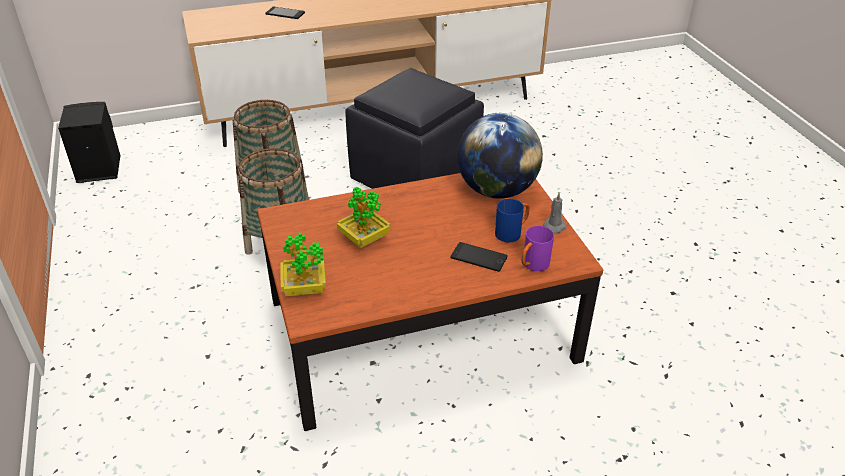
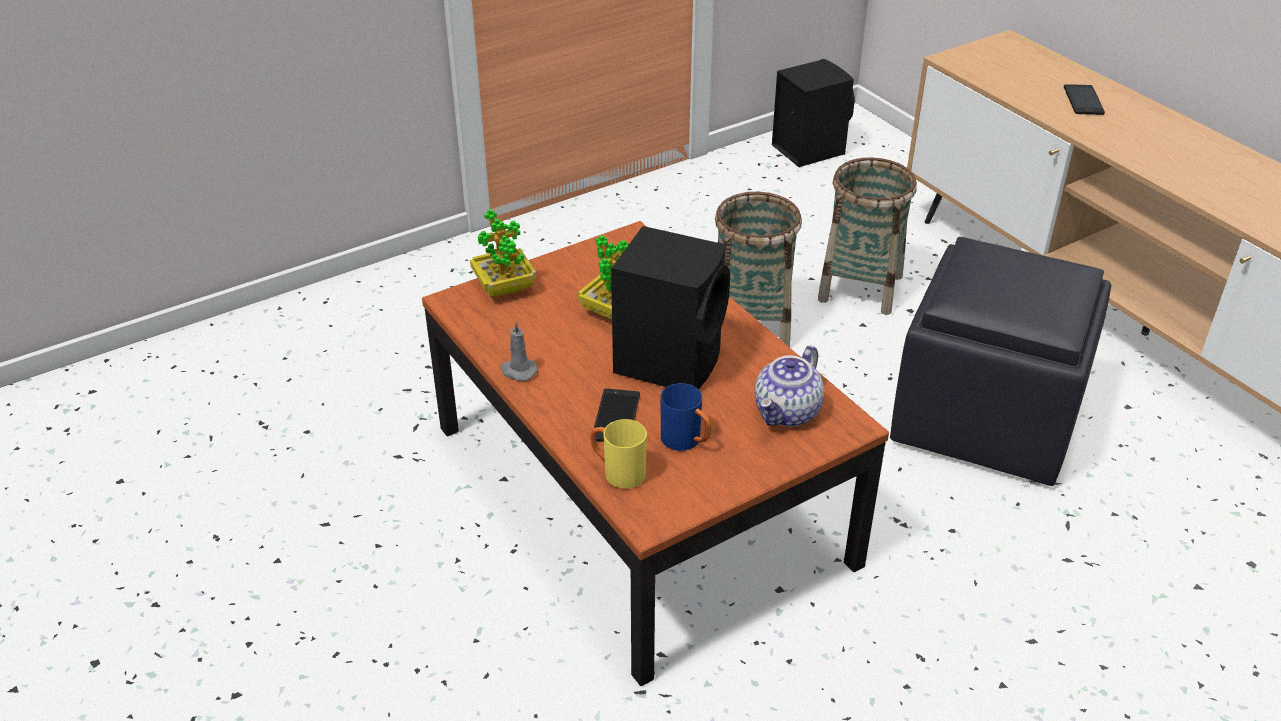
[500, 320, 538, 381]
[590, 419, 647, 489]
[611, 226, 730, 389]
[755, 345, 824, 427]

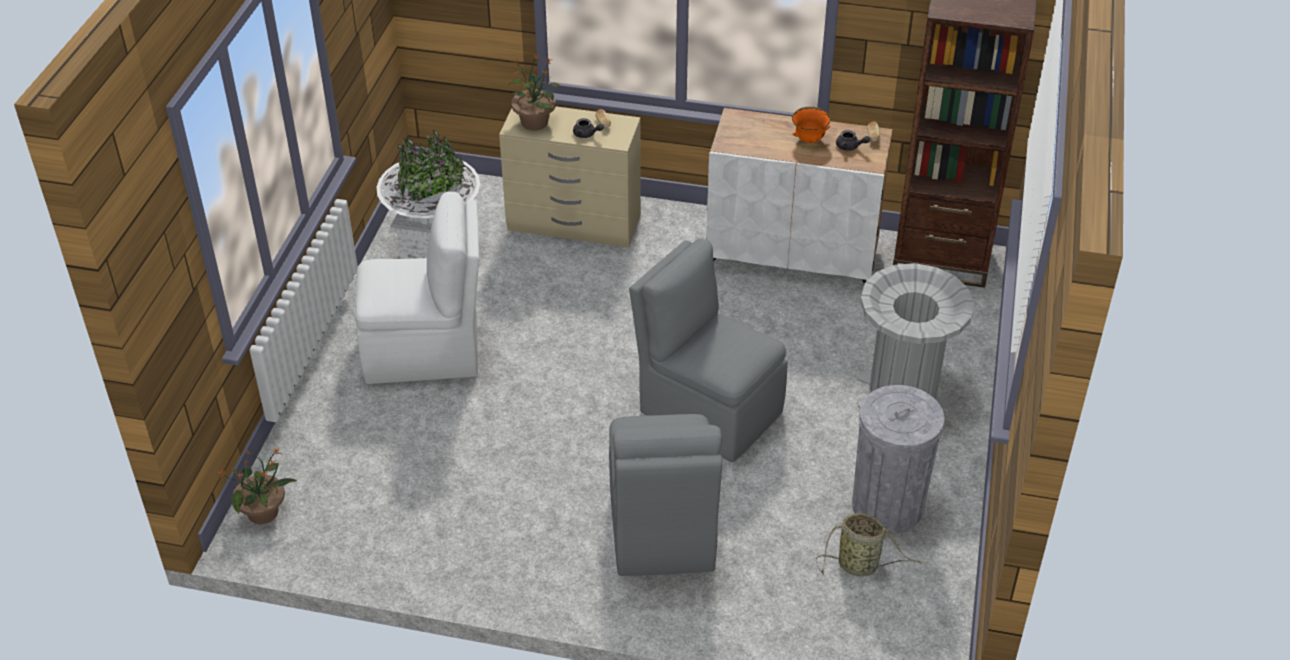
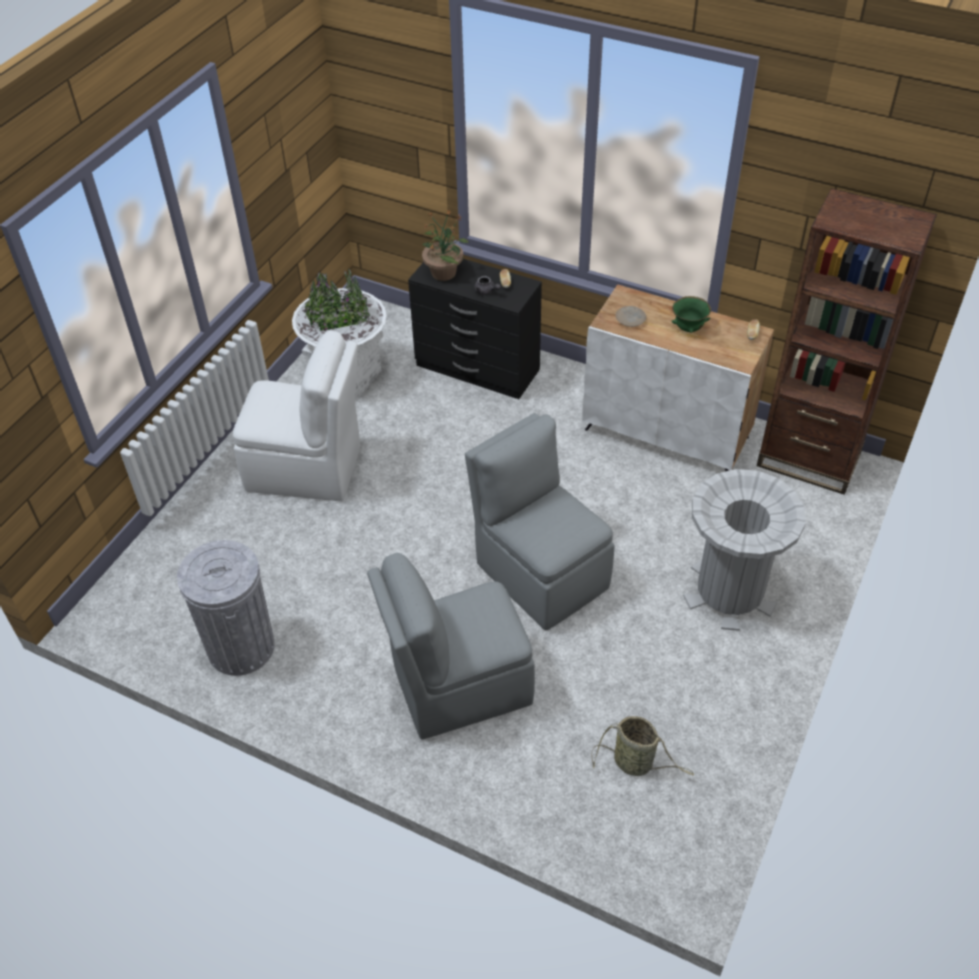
[177, 540, 275, 676]
[367, 553, 535, 739]
[408, 259, 542, 399]
[615, 306, 646, 327]
[672, 296, 711, 333]
[219, 447, 296, 524] (first image)
[836, 130, 870, 151] (first image)

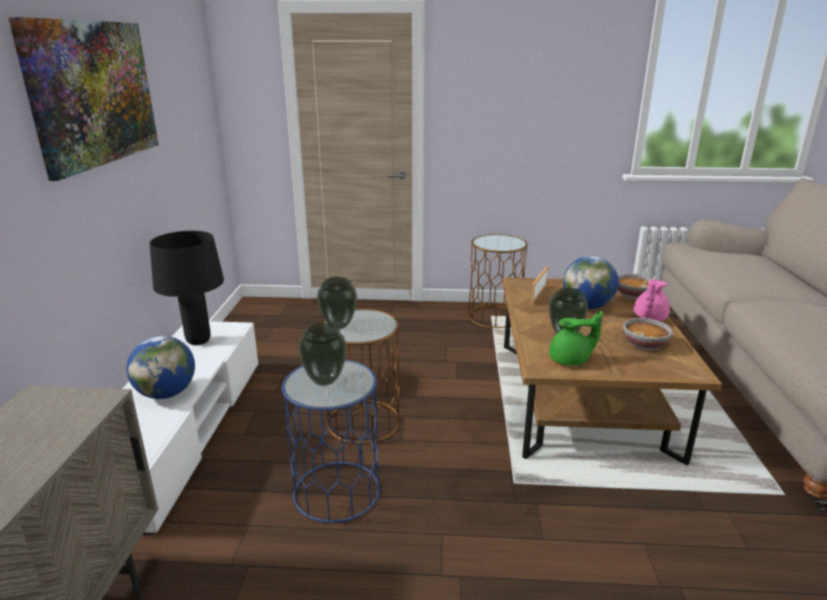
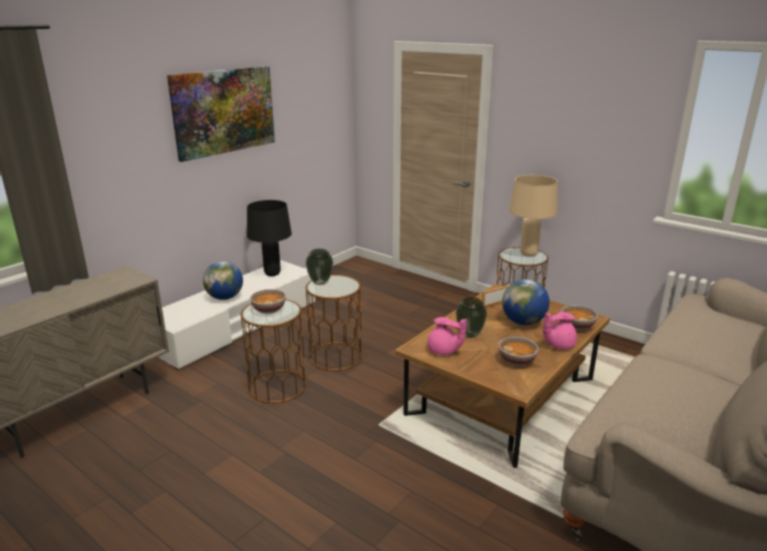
[240, 299, 306, 403]
[250, 289, 286, 314]
[427, 317, 467, 355]
[509, 175, 558, 257]

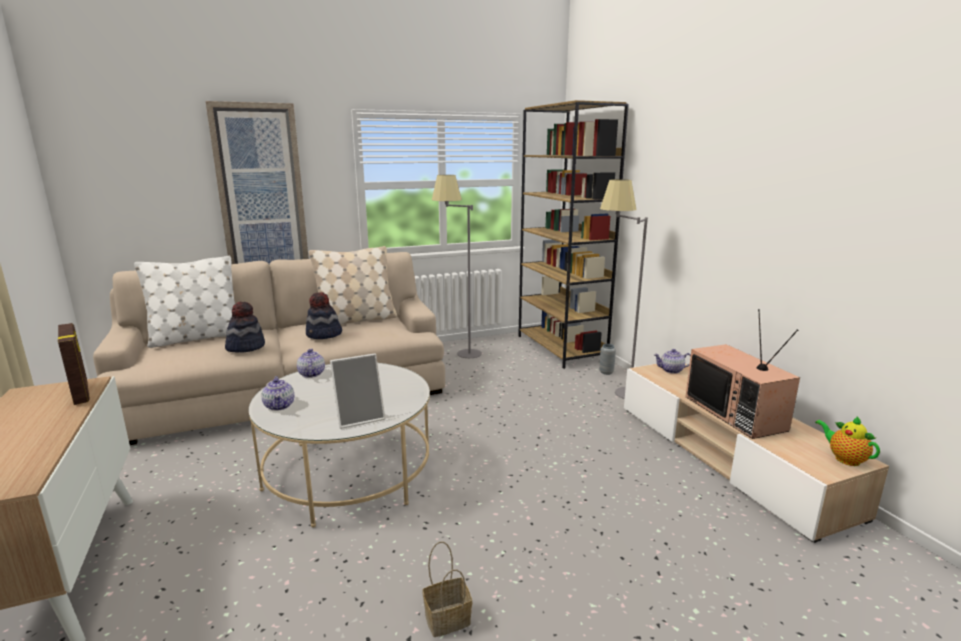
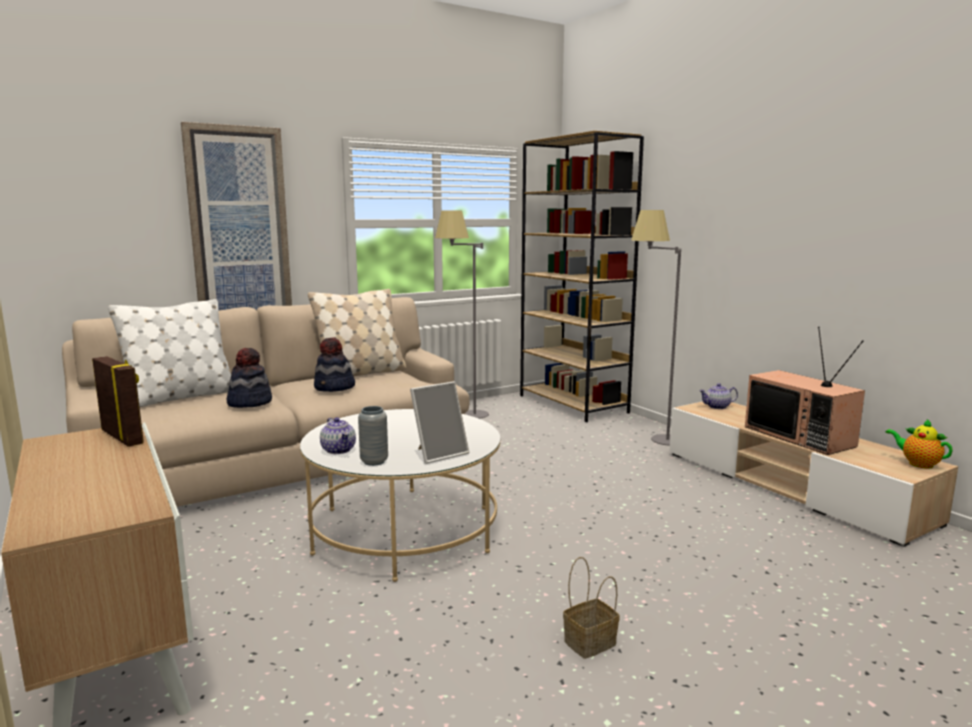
[358, 406, 388, 466]
[297, 349, 325, 378] (first image)

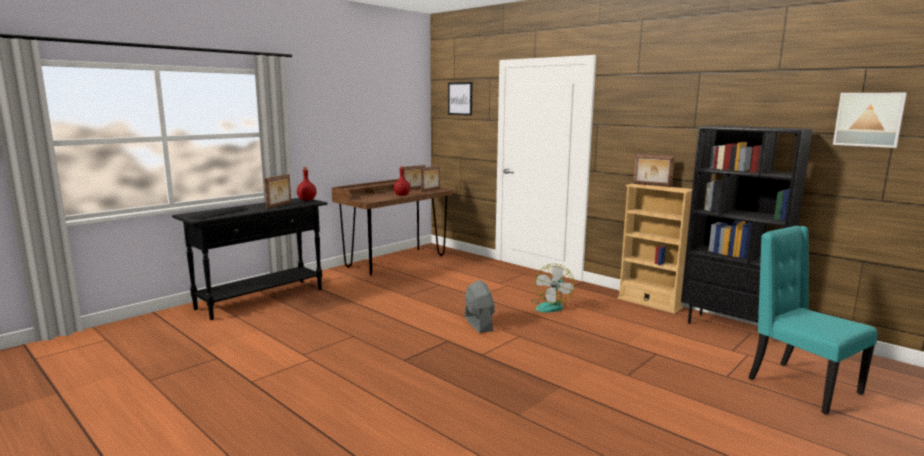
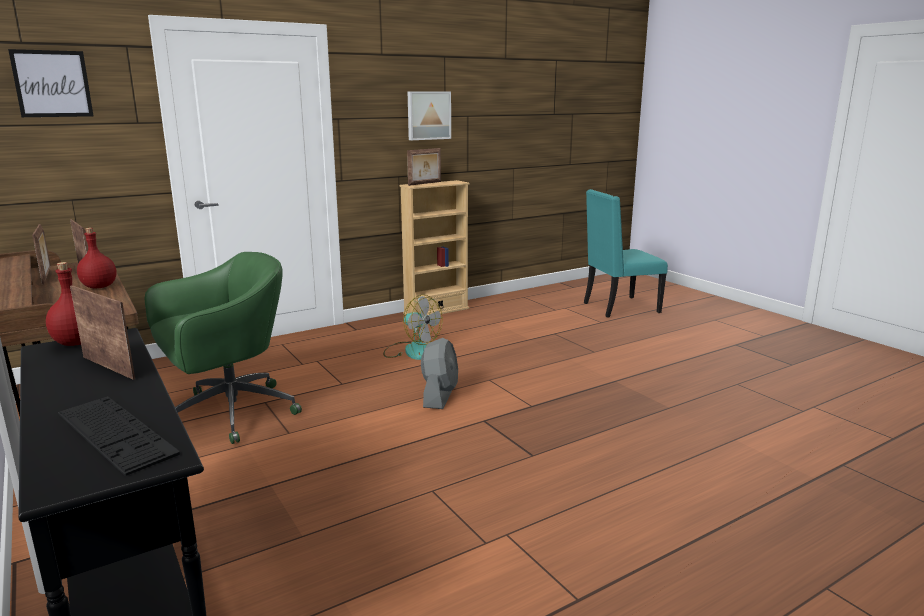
[144, 252, 302, 444]
[408, 92, 451, 140]
[421, 338, 458, 409]
[681, 125, 813, 324] (first image)

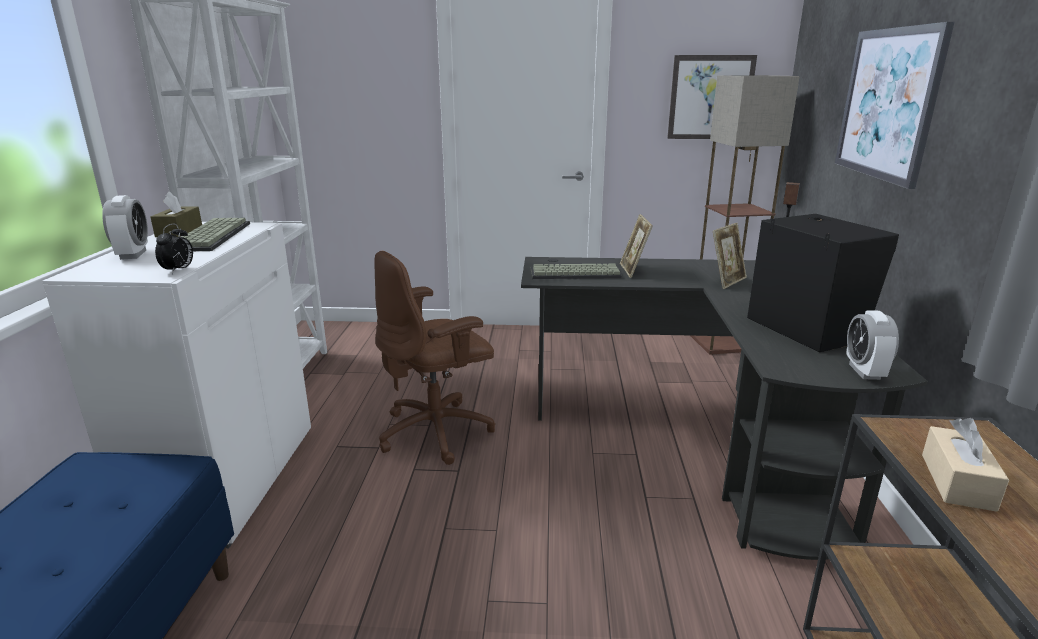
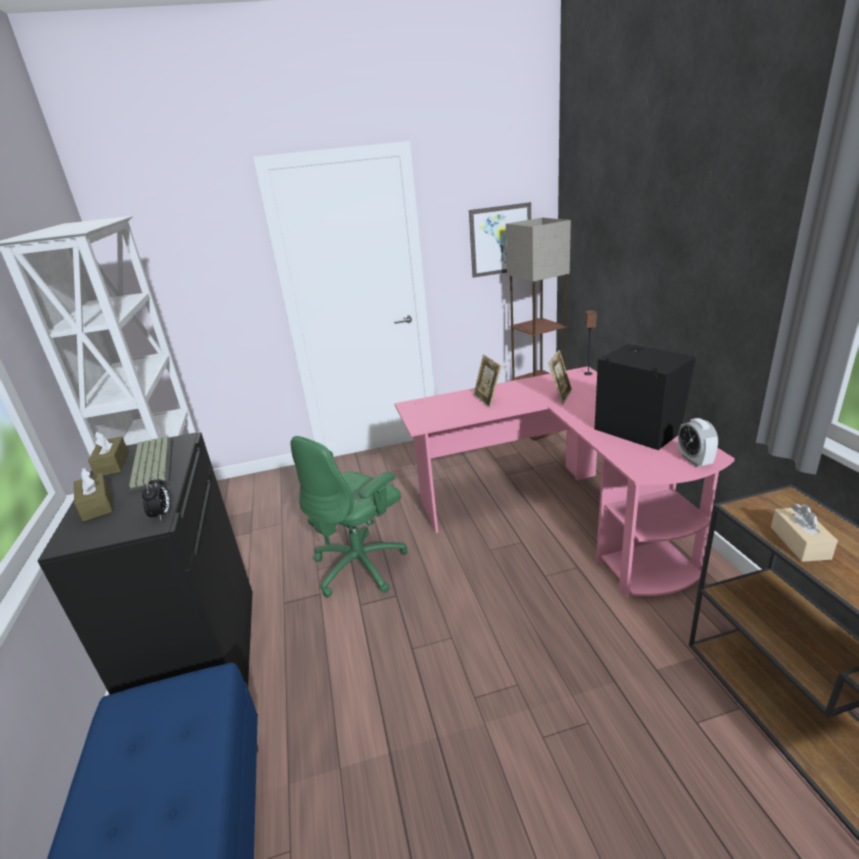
[38, 432, 253, 695]
[74, 468, 113, 522]
[291, 436, 408, 598]
[394, 366, 735, 597]
[531, 264, 622, 279] (first image)
[835, 22, 955, 189] (first image)

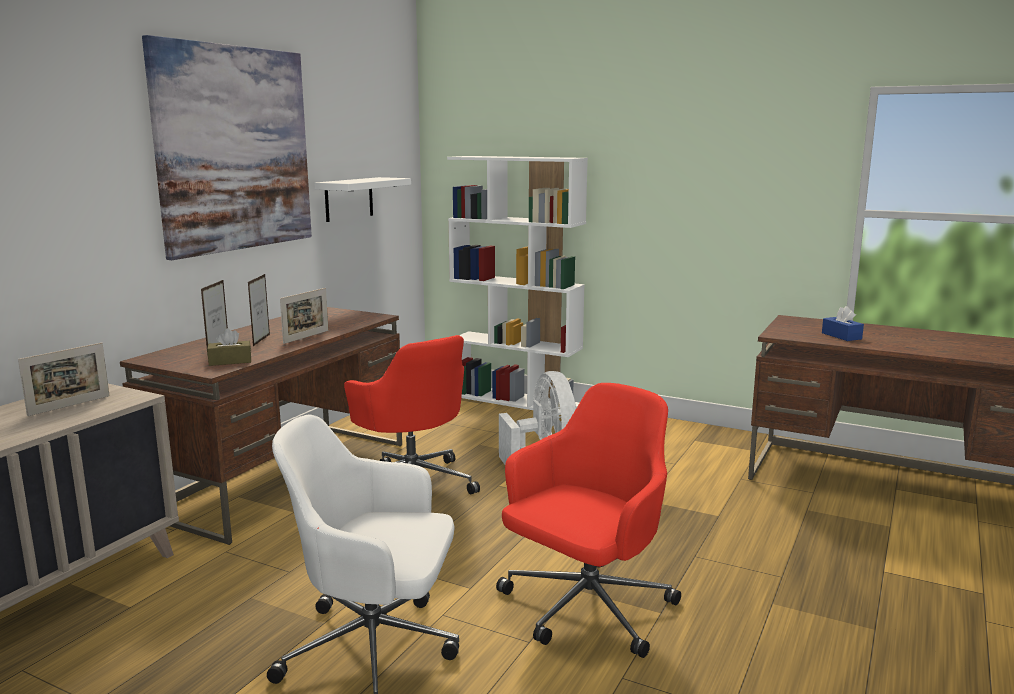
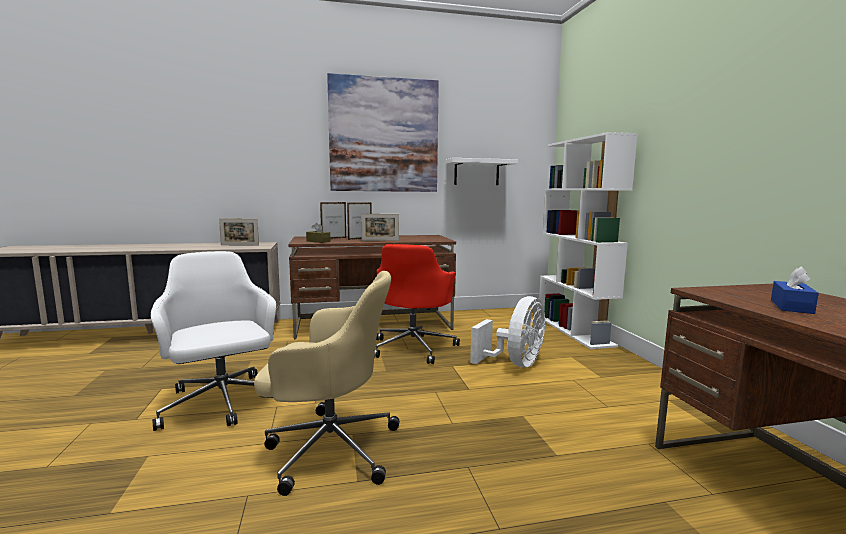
[254, 271, 399, 496]

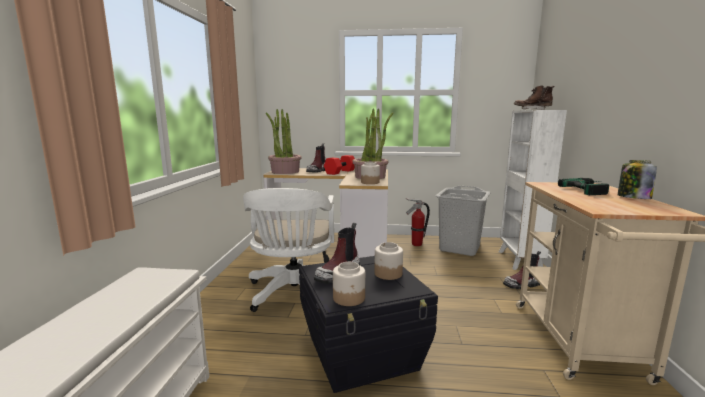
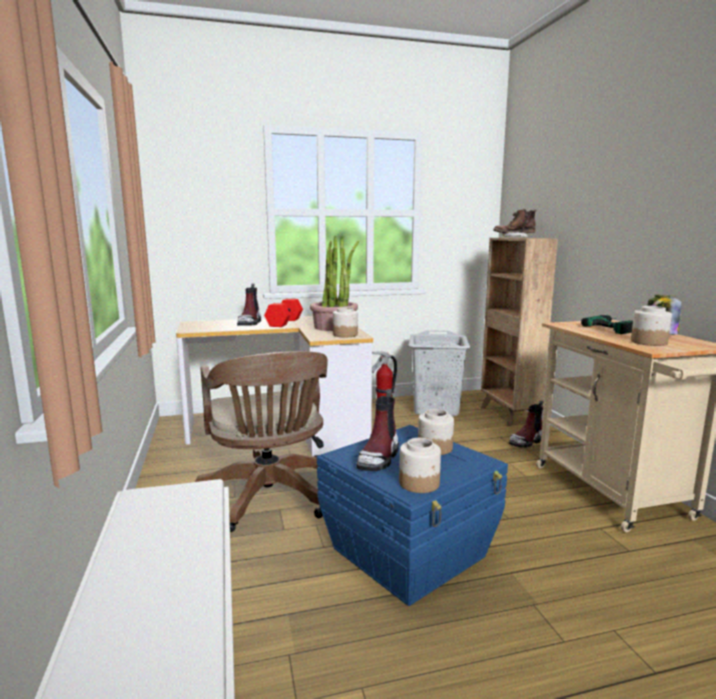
[195, 351, 328, 532]
[317, 425, 508, 606]
[481, 238, 558, 426]
[631, 306, 672, 346]
[266, 109, 302, 174] (first image)

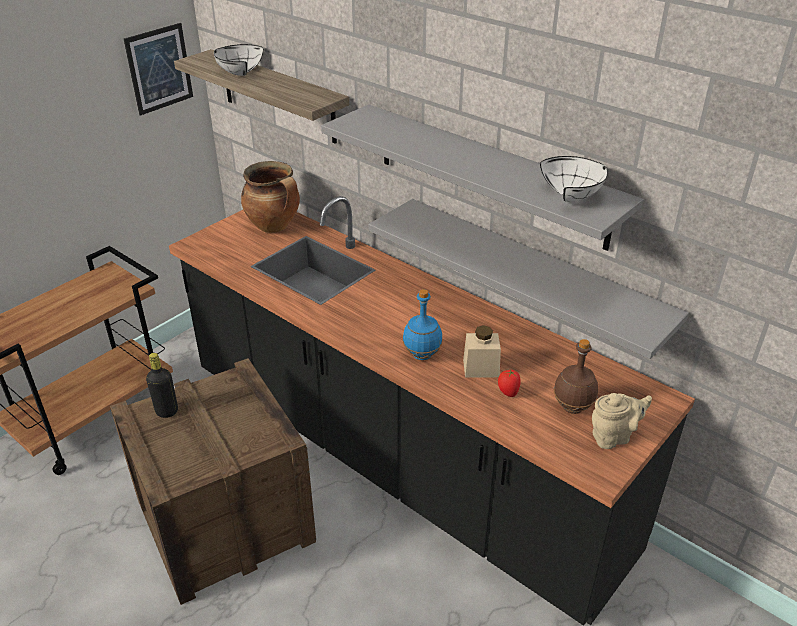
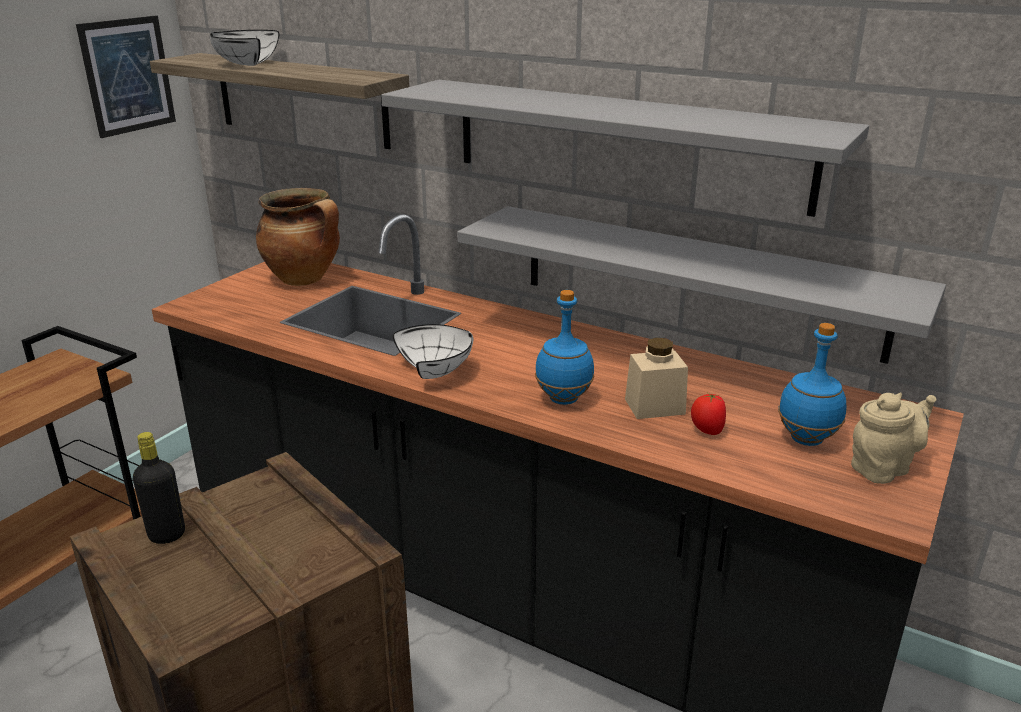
[393, 324, 473, 379]
[778, 323, 846, 446]

